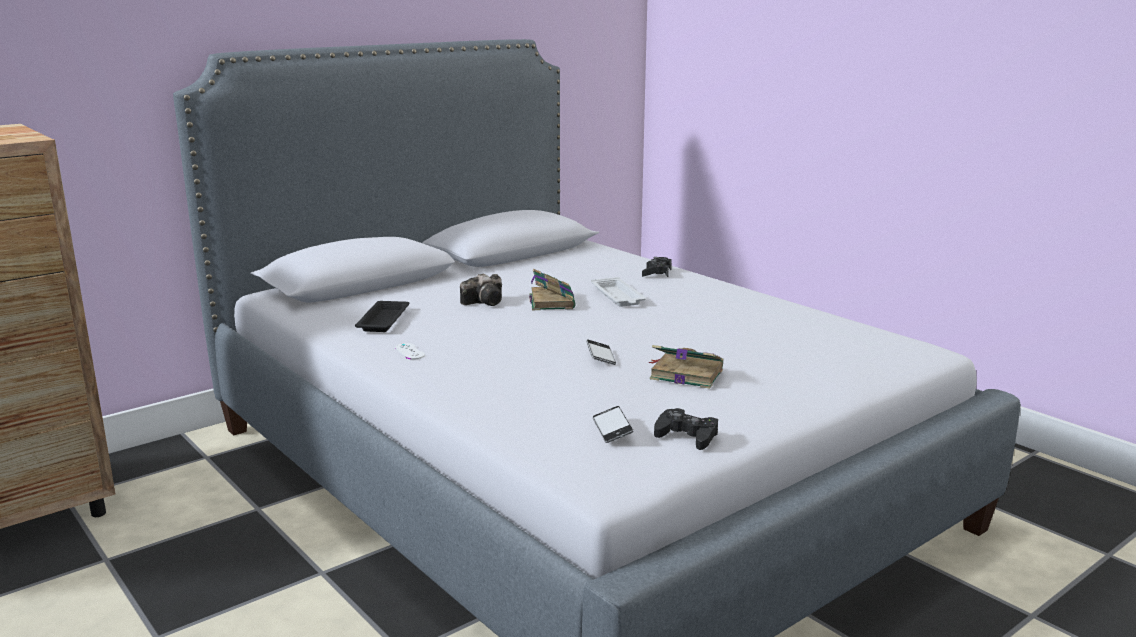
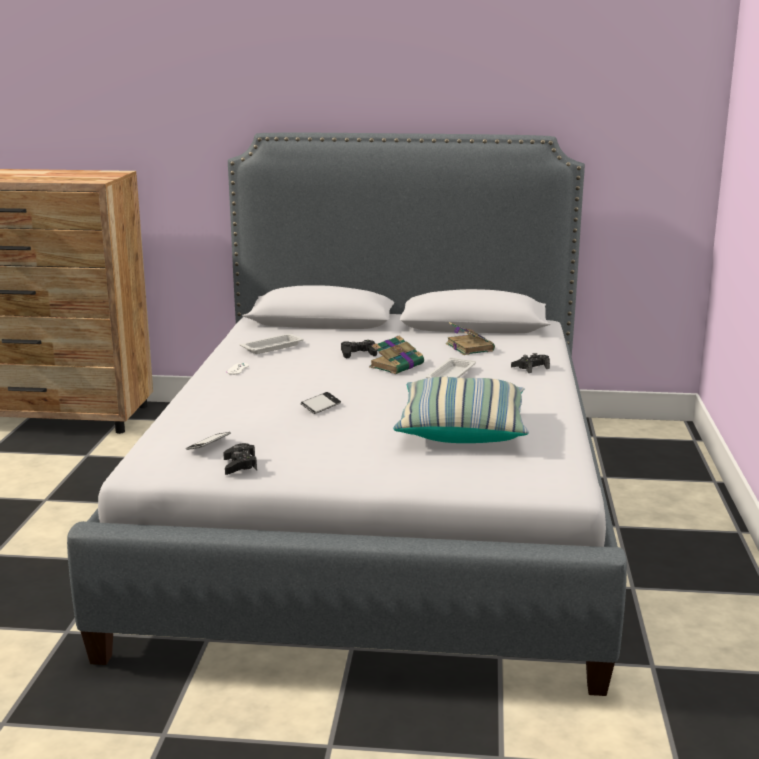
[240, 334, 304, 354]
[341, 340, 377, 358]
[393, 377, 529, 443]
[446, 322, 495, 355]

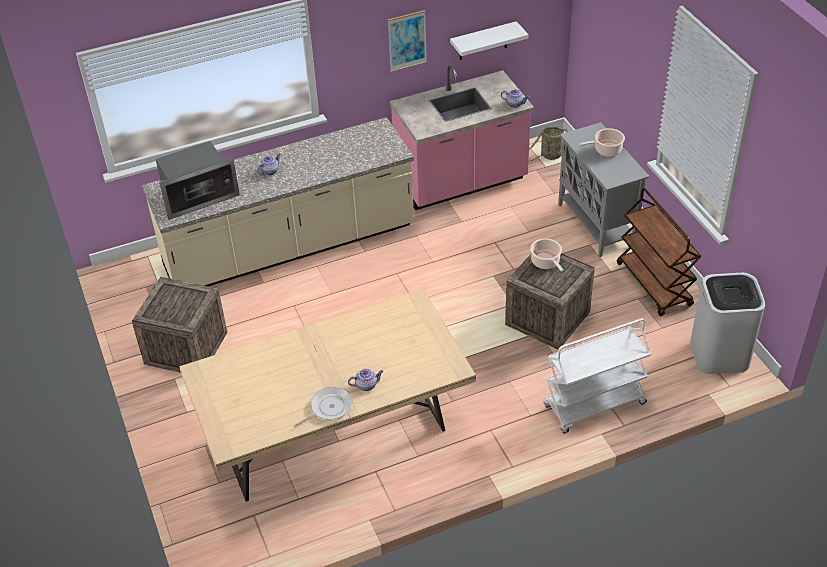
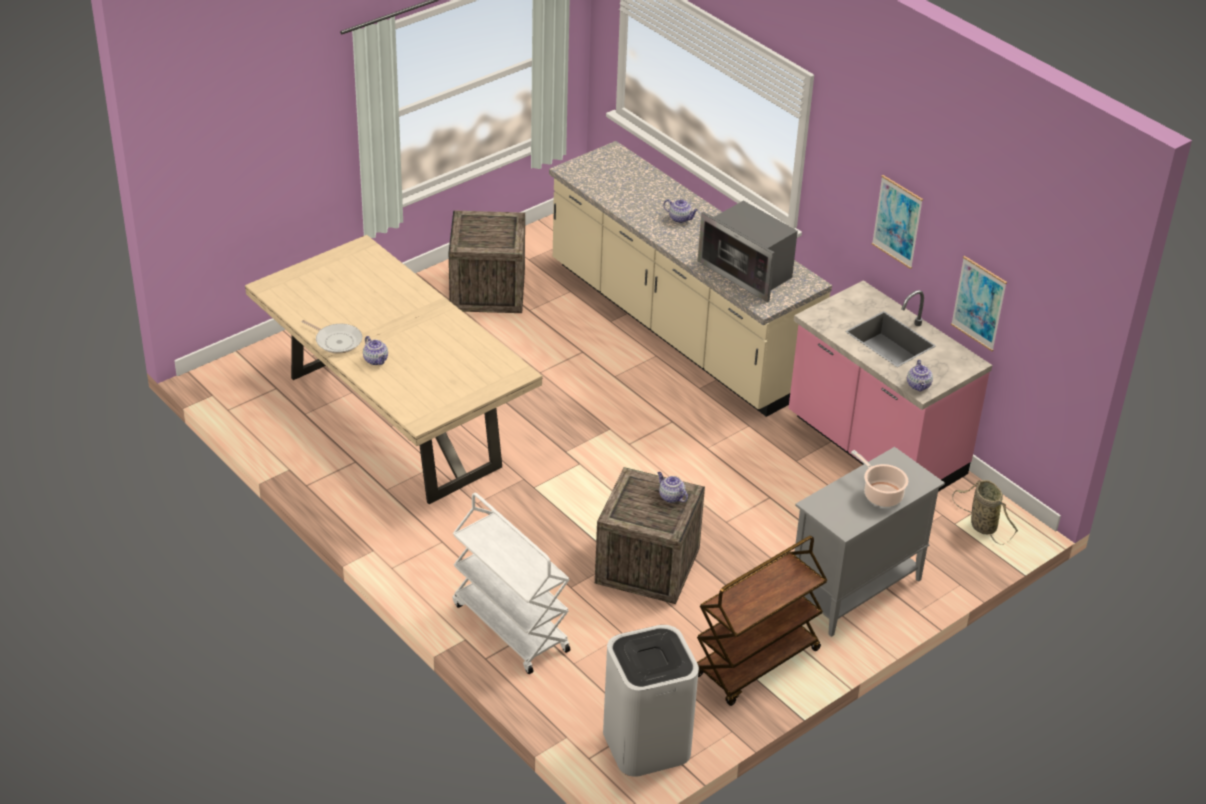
[658, 472, 688, 503]
[698, 200, 798, 302]
[951, 256, 1007, 351]

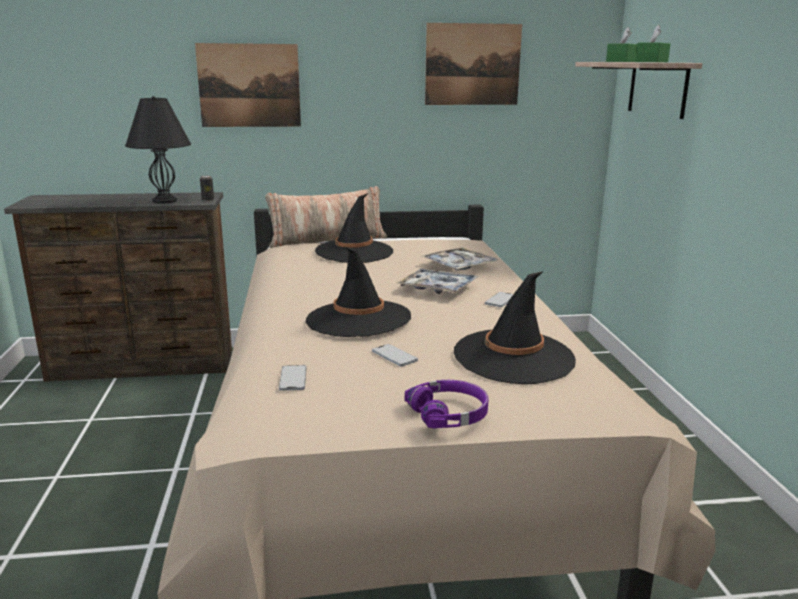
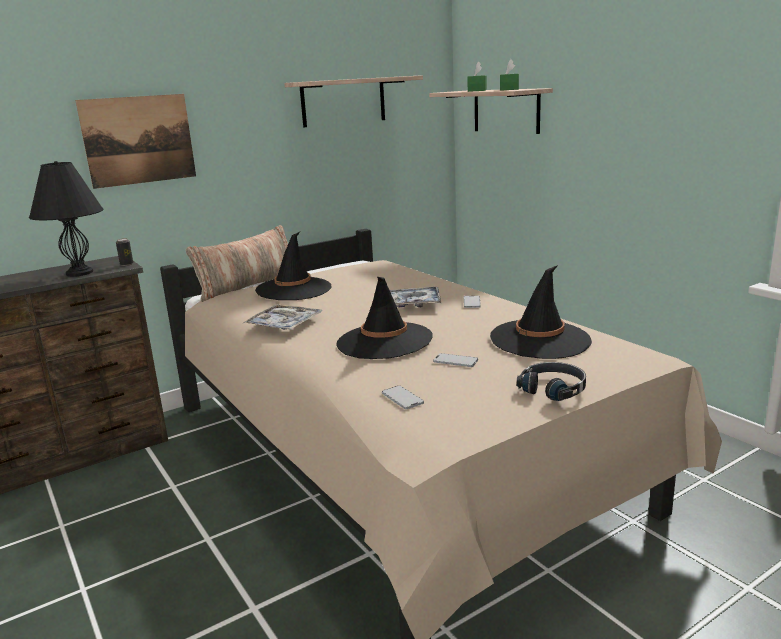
[243, 304, 322, 330]
[284, 75, 423, 127]
[517, 362, 586, 401]

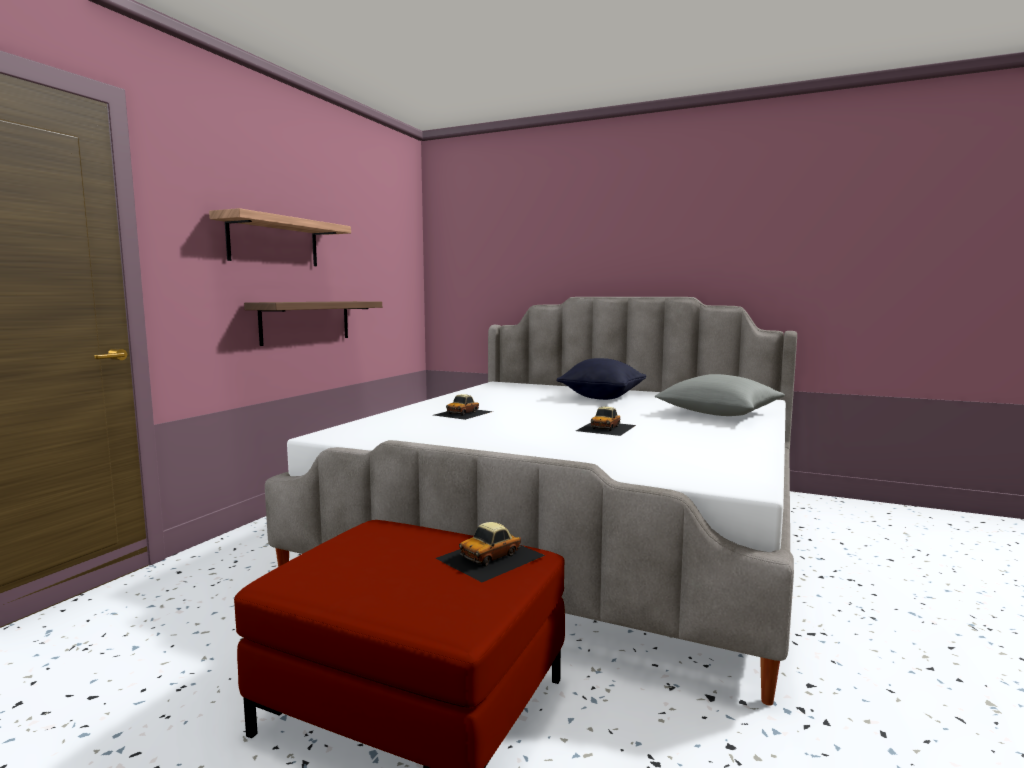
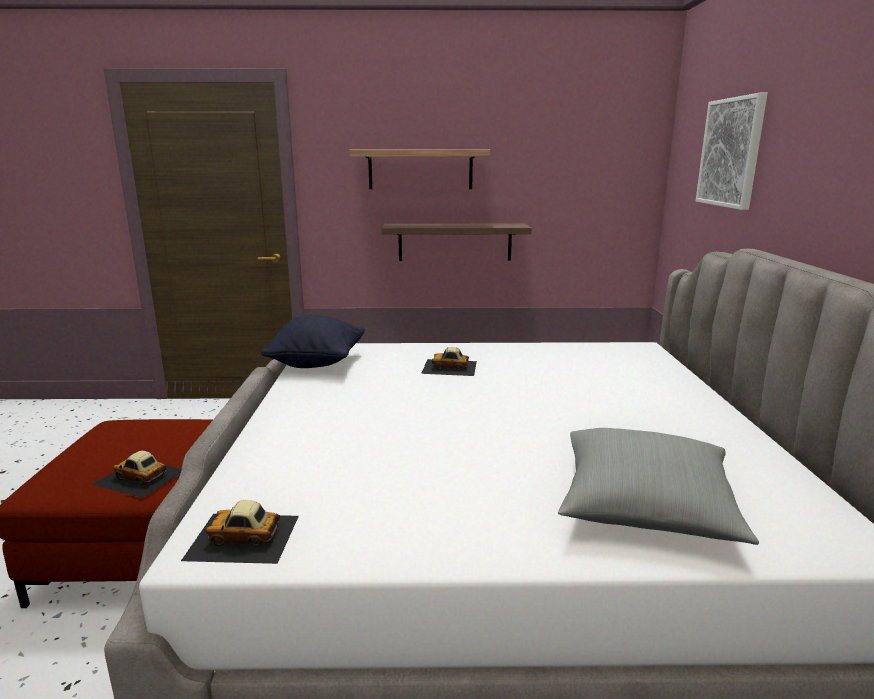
[181, 500, 299, 564]
[261, 315, 365, 368]
[696, 93, 768, 210]

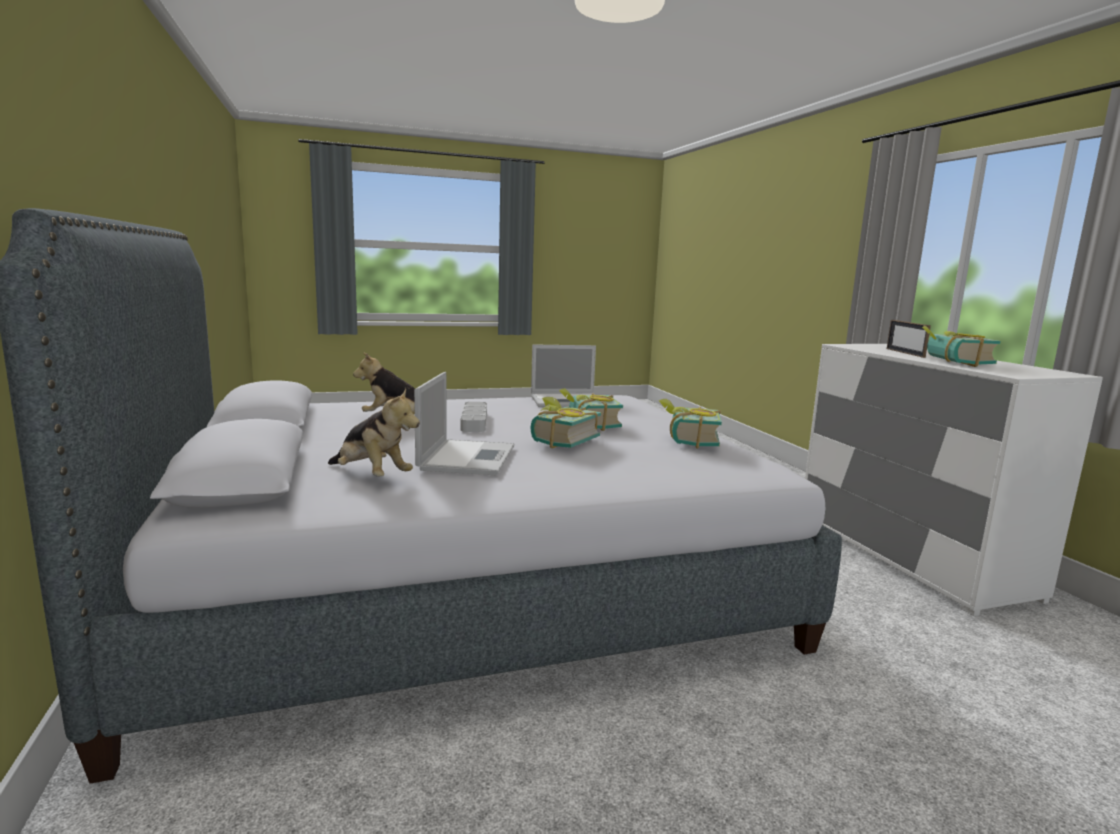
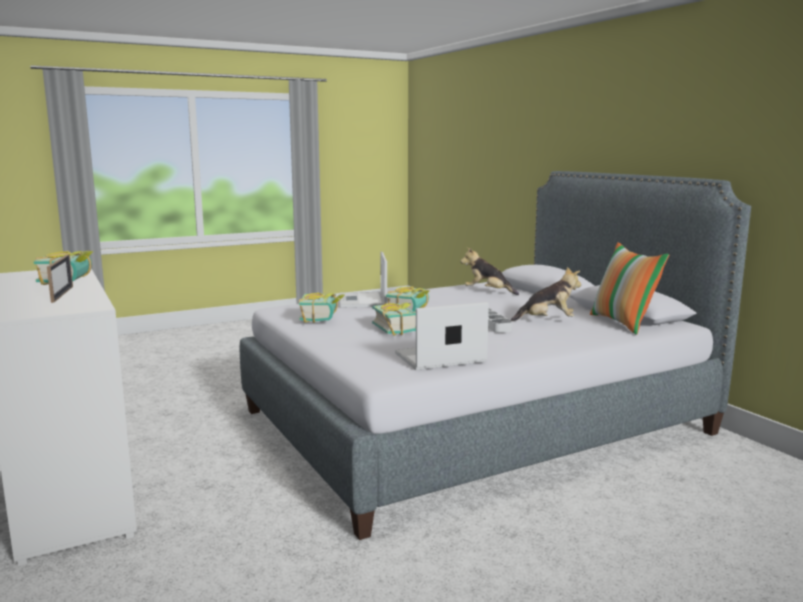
[340, 252, 387, 308]
[590, 242, 669, 335]

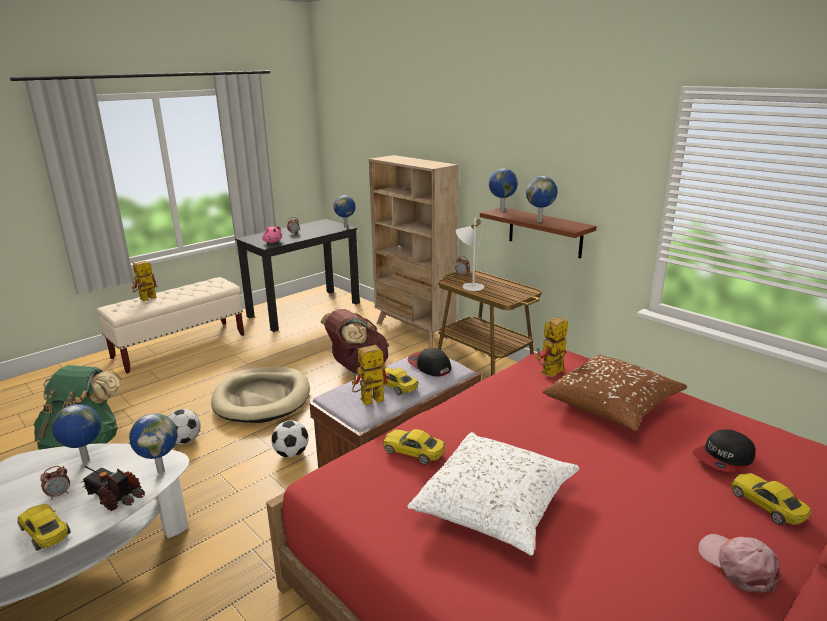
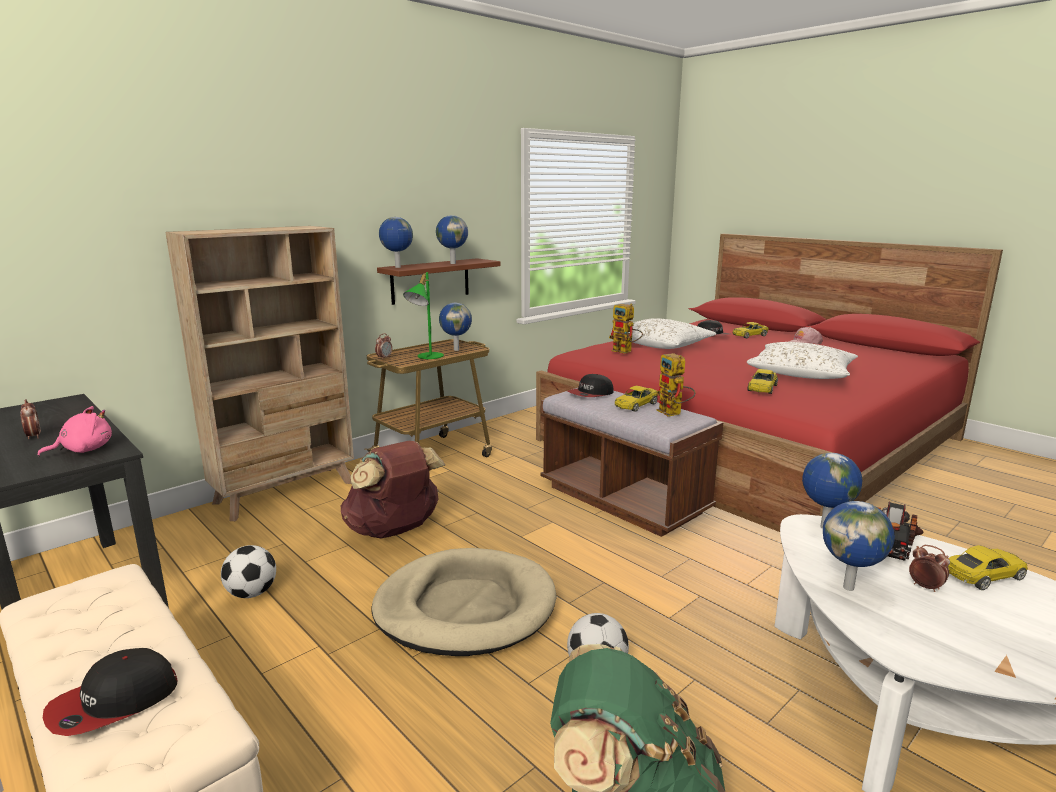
[43, 648, 178, 736]
[221, 545, 276, 598]
[403, 272, 444, 359]
[439, 303, 472, 351]
[611, 318, 717, 349]
[948, 545, 1028, 590]

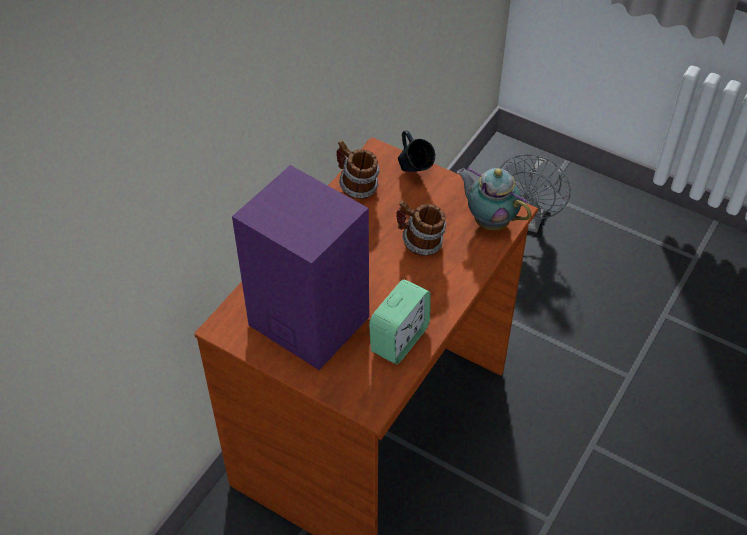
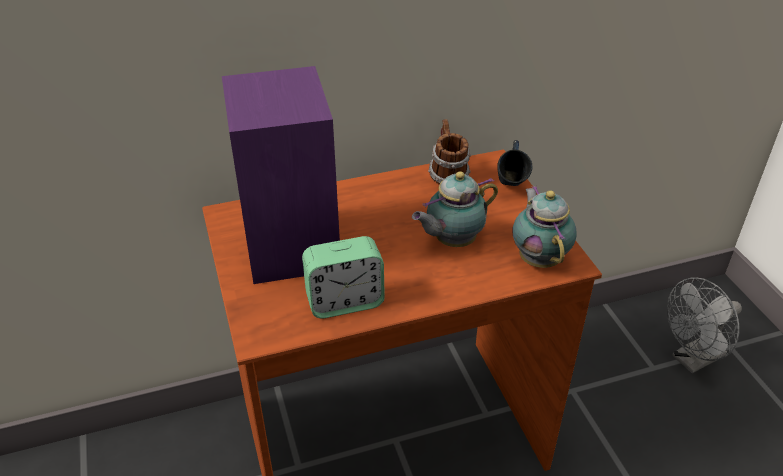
[412, 171, 498, 247]

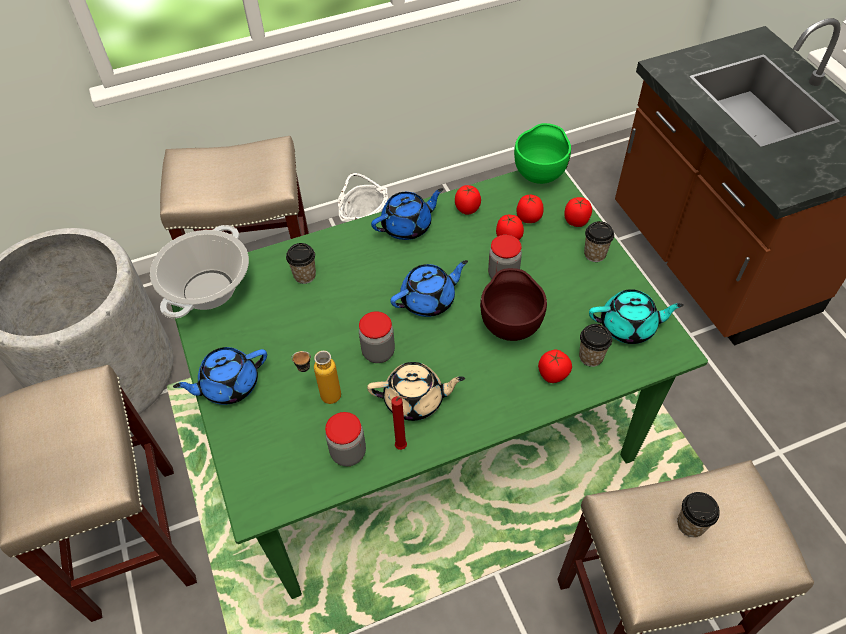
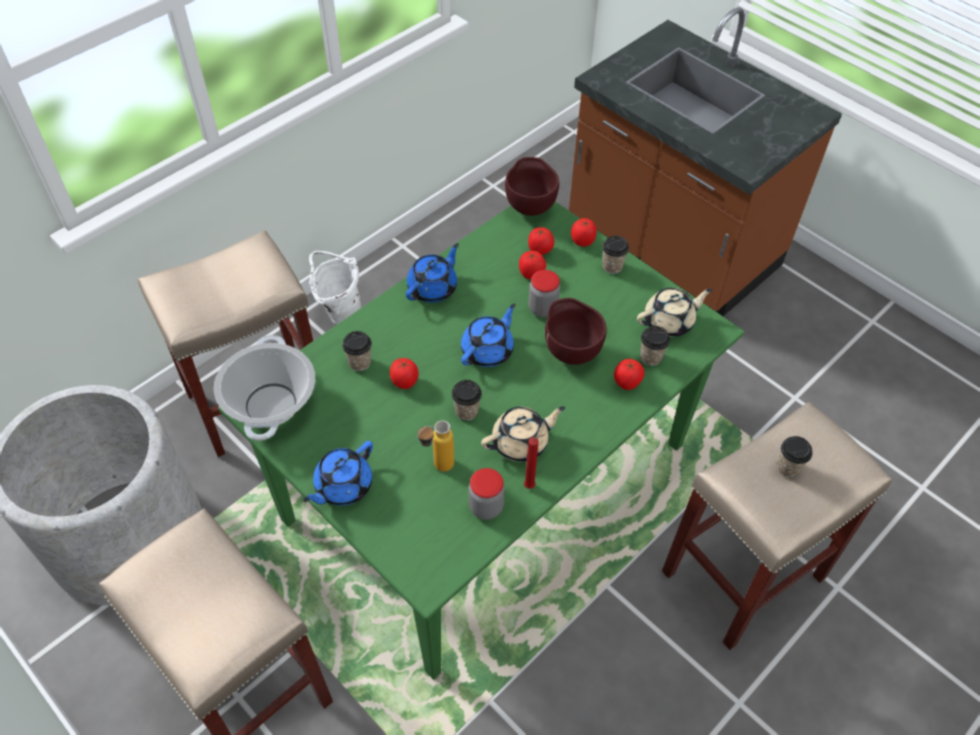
[390, 358, 419, 389]
[451, 380, 482, 421]
[505, 157, 559, 216]
[637, 288, 713, 337]

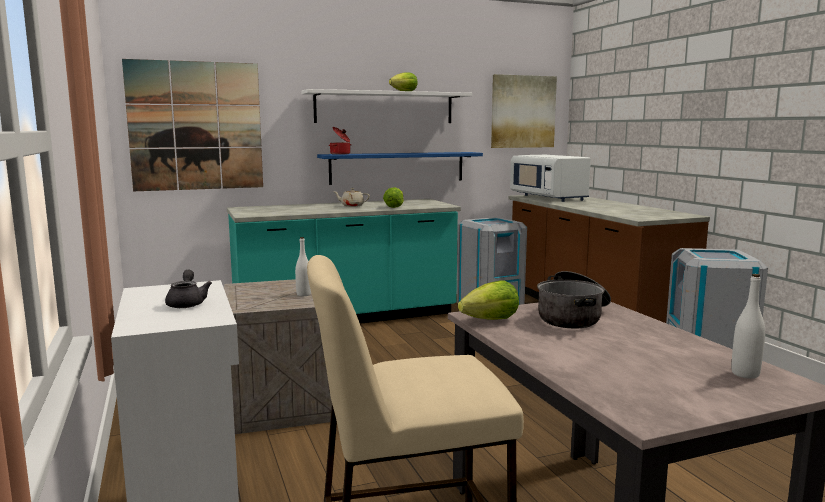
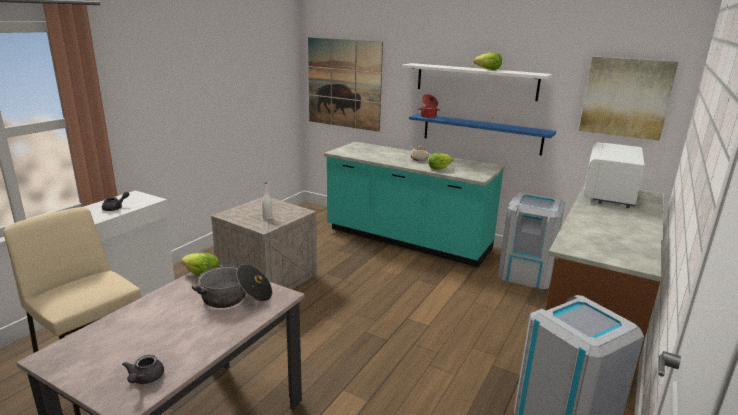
[122, 355, 164, 384]

